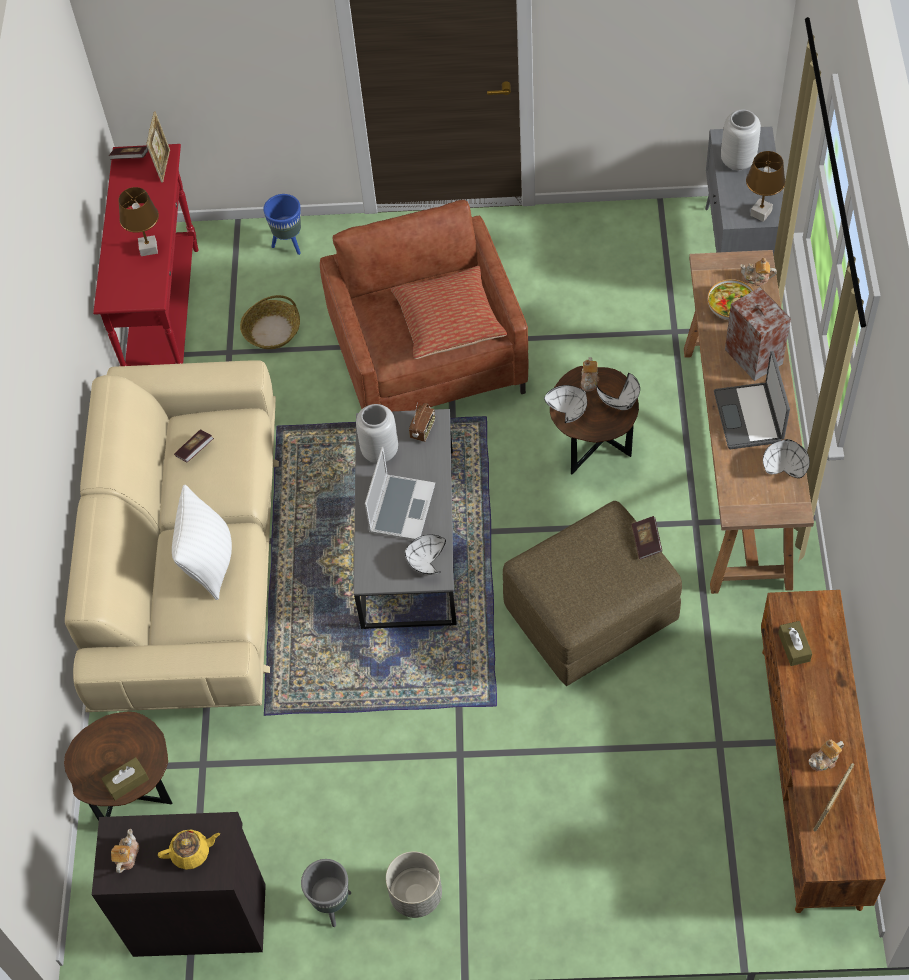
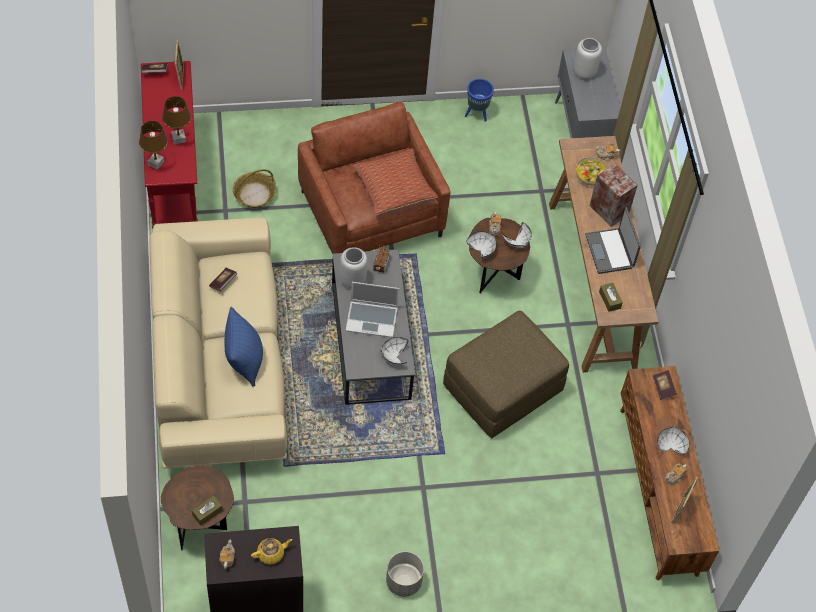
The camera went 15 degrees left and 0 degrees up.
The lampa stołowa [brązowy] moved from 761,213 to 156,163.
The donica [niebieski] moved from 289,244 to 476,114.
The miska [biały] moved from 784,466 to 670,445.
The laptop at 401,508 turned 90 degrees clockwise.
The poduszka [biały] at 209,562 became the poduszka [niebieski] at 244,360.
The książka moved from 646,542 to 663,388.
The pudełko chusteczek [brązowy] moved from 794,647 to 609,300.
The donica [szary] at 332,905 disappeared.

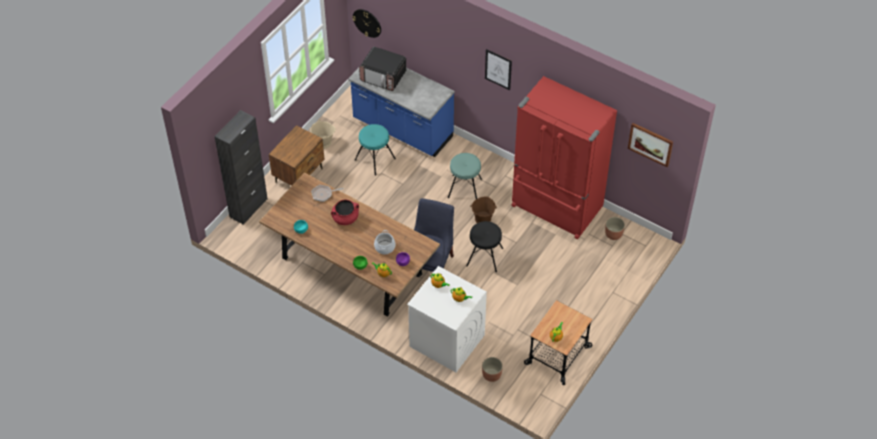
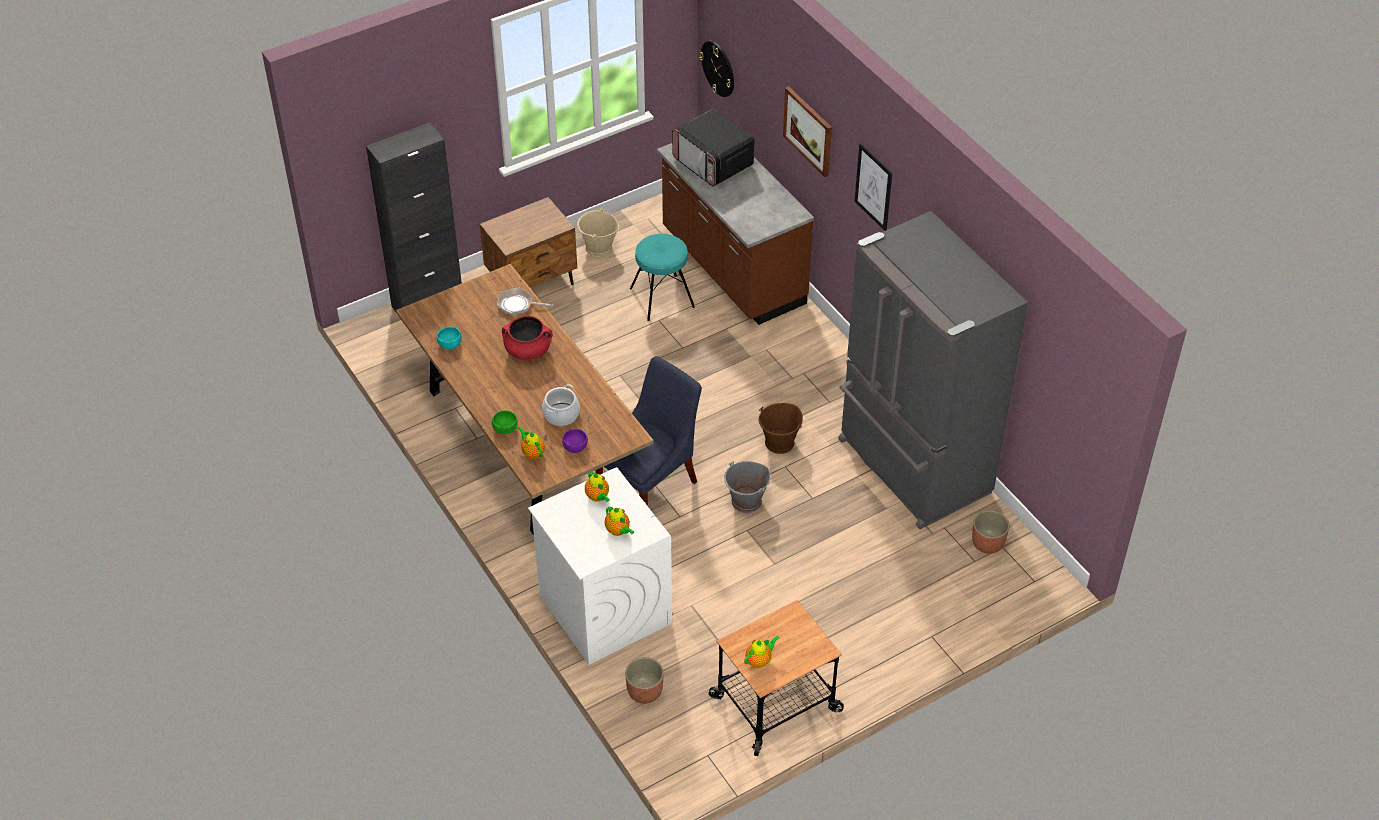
The camera went 25 degrees right and 5 degrees down.
The zabudowa kuchenna [niebieski] at 402,129 became the zabudowa kuchenna [brązowy] at 732,268.
The lodówka [czerwony] at 556,208 became the lodówka [szary] at 911,468.
The obraz moved from 650,144 to 808,131.
The stołek [turkusowy] at 464,188 disappeared.
The stołek [czarny] at 484,257 was replaced by the wiadro [szary] at 746,501.

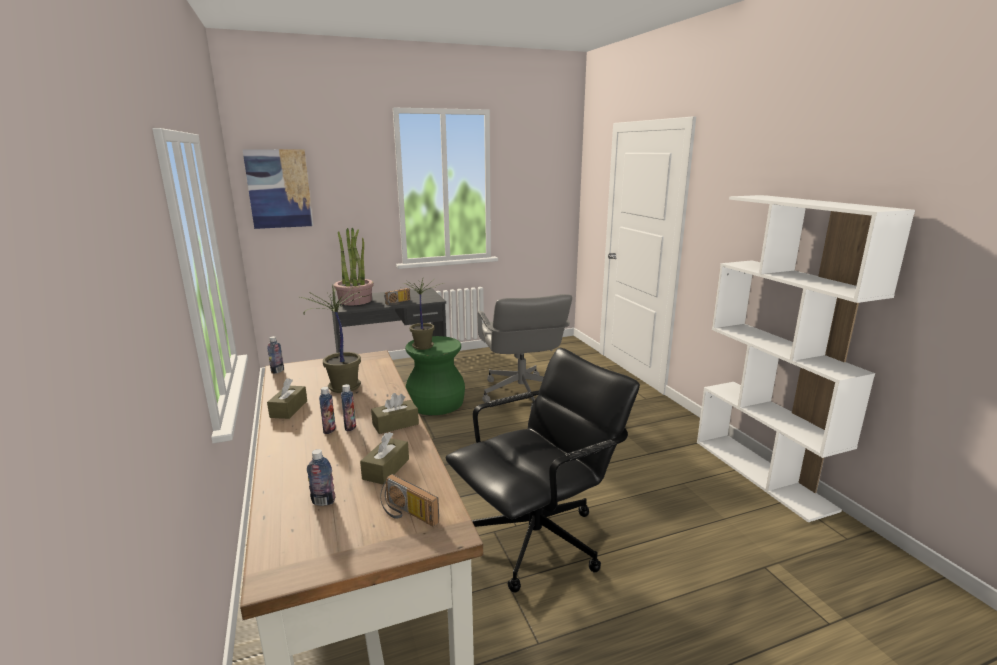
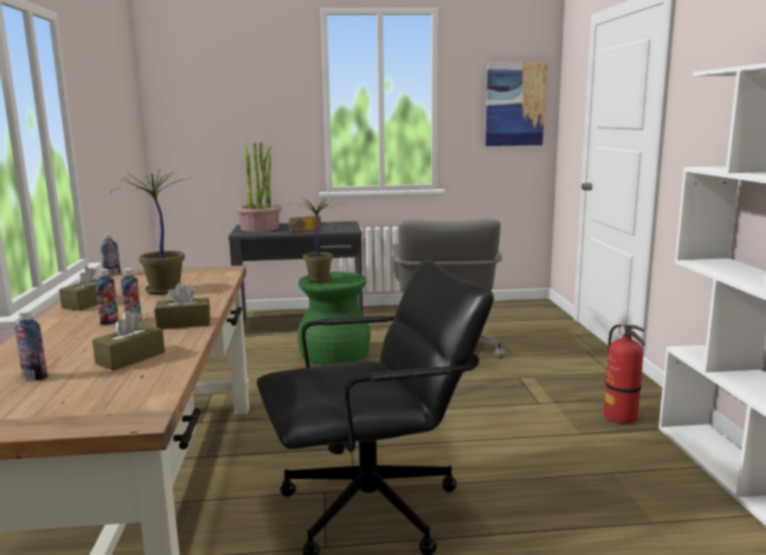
The camera went 15 degrees right and 5 degrees down.
The obraz moved from 279,189 to 515,104.
The radio at 406,514 disappeared.
The gaśnica at 620,417 appeared.

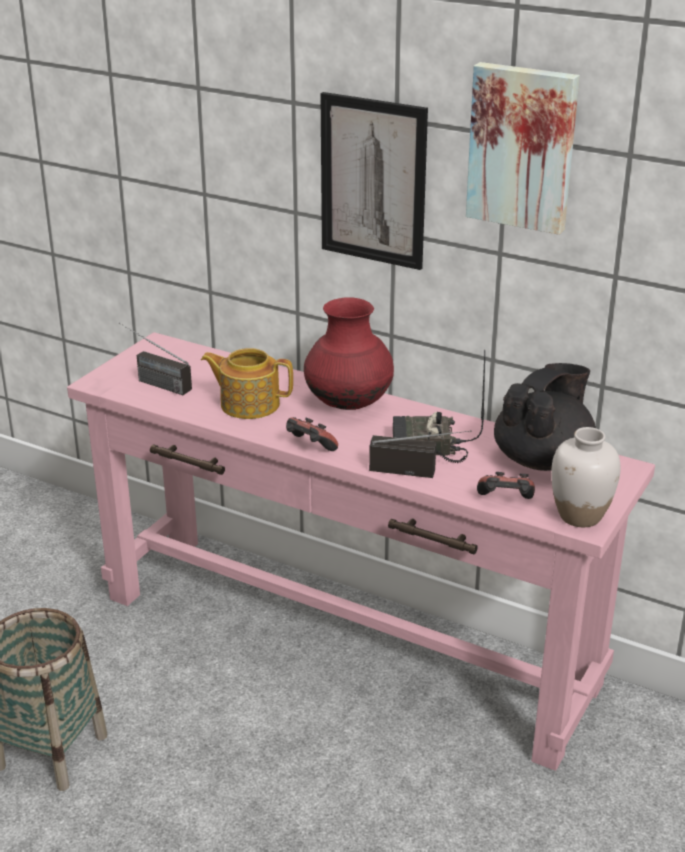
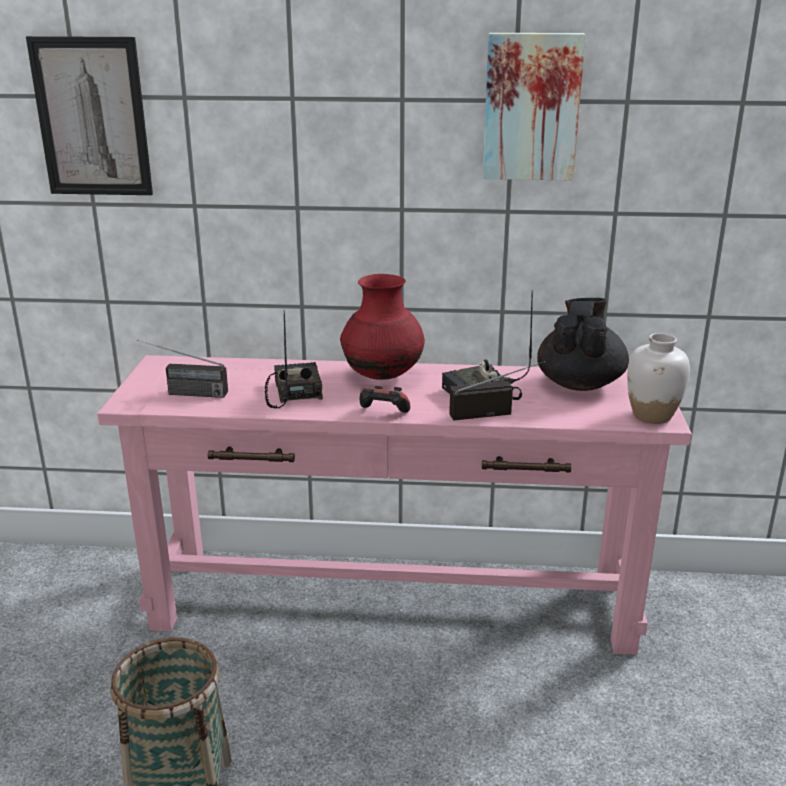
The camera went 25 degrees left and 5 degrees down.
The obraz moved from 373,181 to 92,117.
The imbryk at 248,404 was replaced by the radio at 293,392.
The pad do gier at 505,502 disappeared.

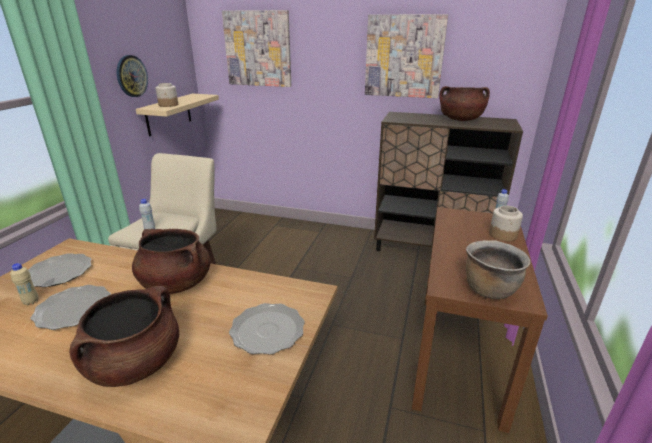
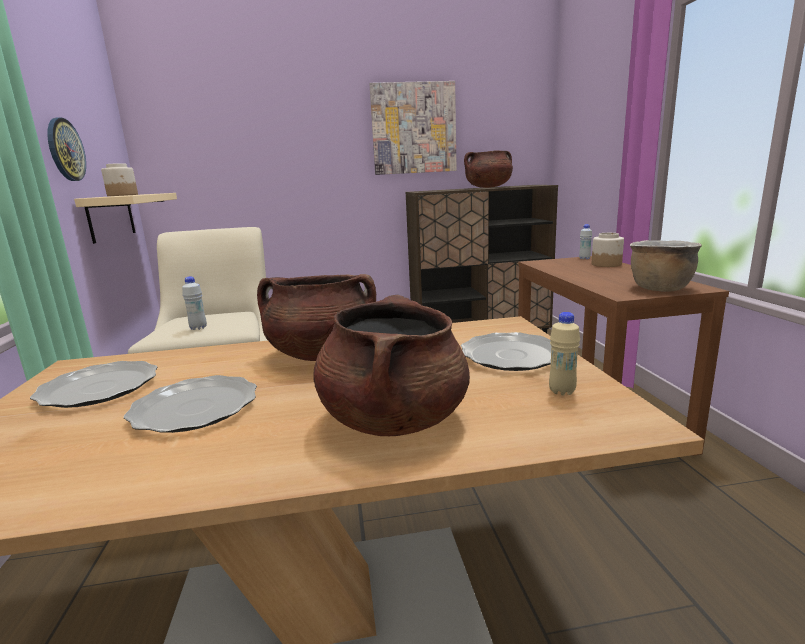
The camera went 25 degrees left and 10 degrees down.
The obraz at 258,49 disappeared.
The butelka [beżowy] moved from 31,302 to 562,391.

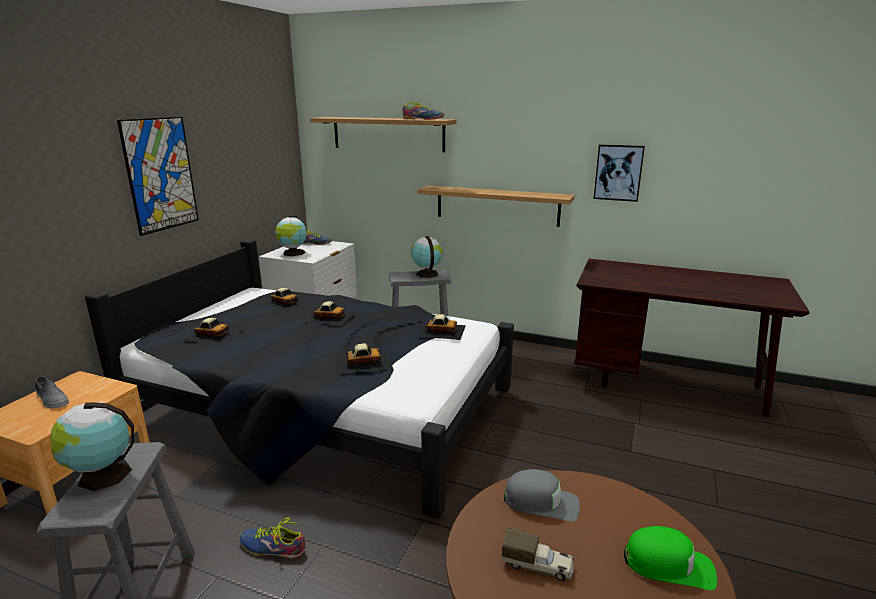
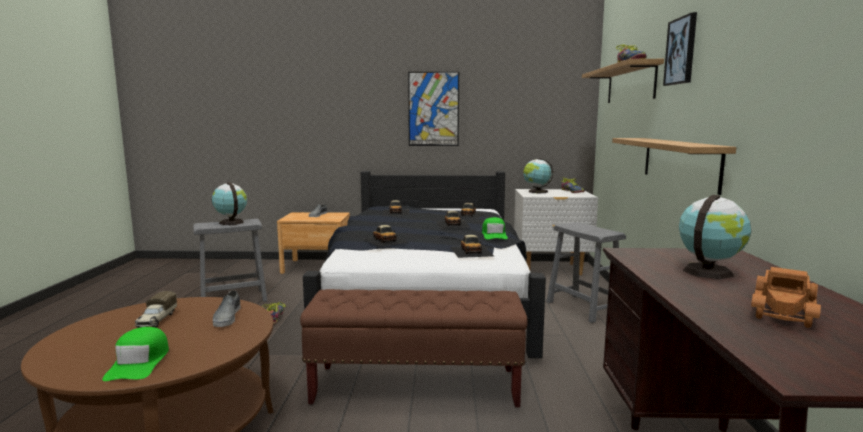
The camera went 70 degrees right and 10 degrees down.
The obraz moved from 618,172 to 681,51.
The globus moved from 426,273 to 708,271.
The czapka z daszkiem [szary] at 541,502 was replaced by the but [szary] at 227,317.
The czapka z daszkiem [zielony] at 494,235 appeared.
The ciężarówka zabawkowa at 785,309 appeared.
The ławka [brązowy] at 416,386 appeared.

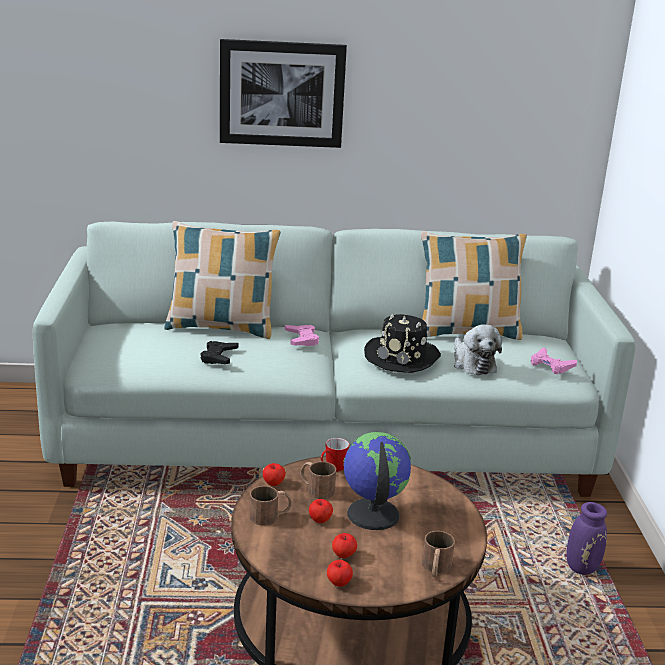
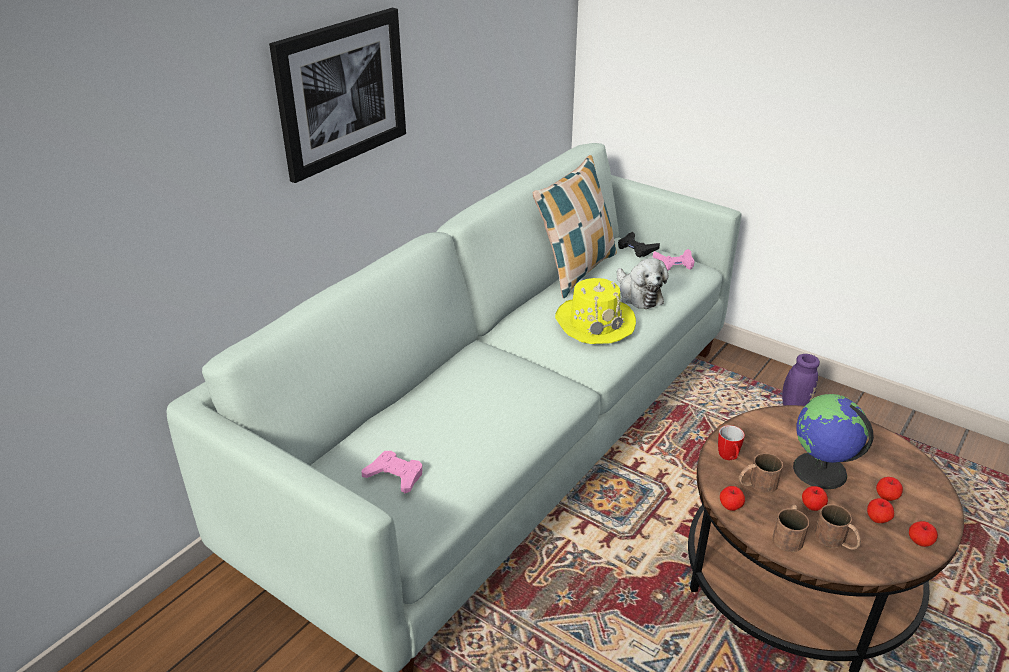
The camera went 50 degrees left and 10 degrees up.
The poduszka at 221,327 disappeared.
The kapelusz [czarny] at 402,357 became the kapelusz [żółty] at 594,322.
The pluszak at 472,363 turned 45 degrees clockwise.
The pad do gier [różowy] moved from 302,339 to 395,475.
The pad do gier [czarny] moved from 218,356 to 636,248.
The kubek [brązowy] moved from 435,568 to 836,541.
The jabłko at 886,497 appeared.

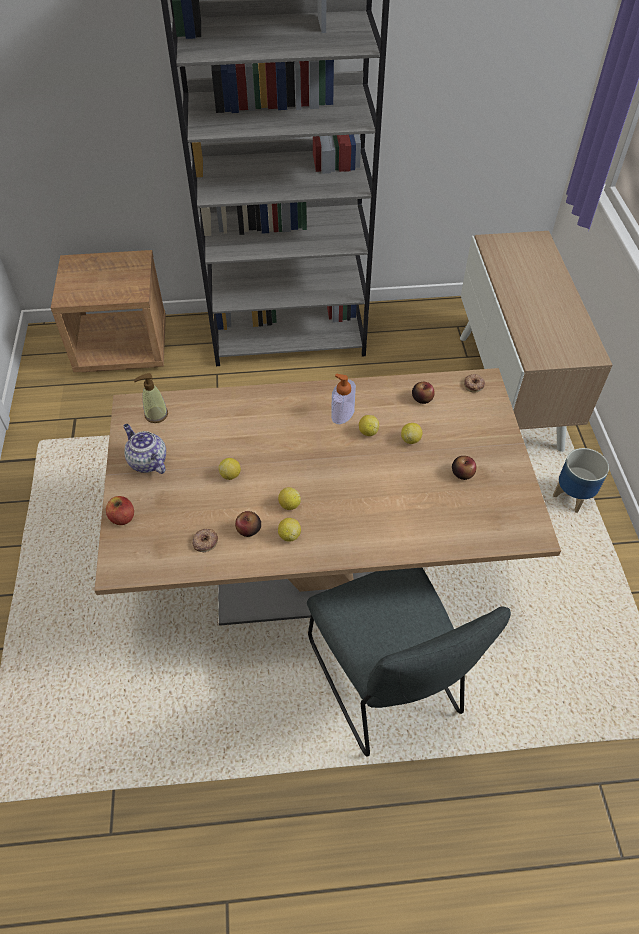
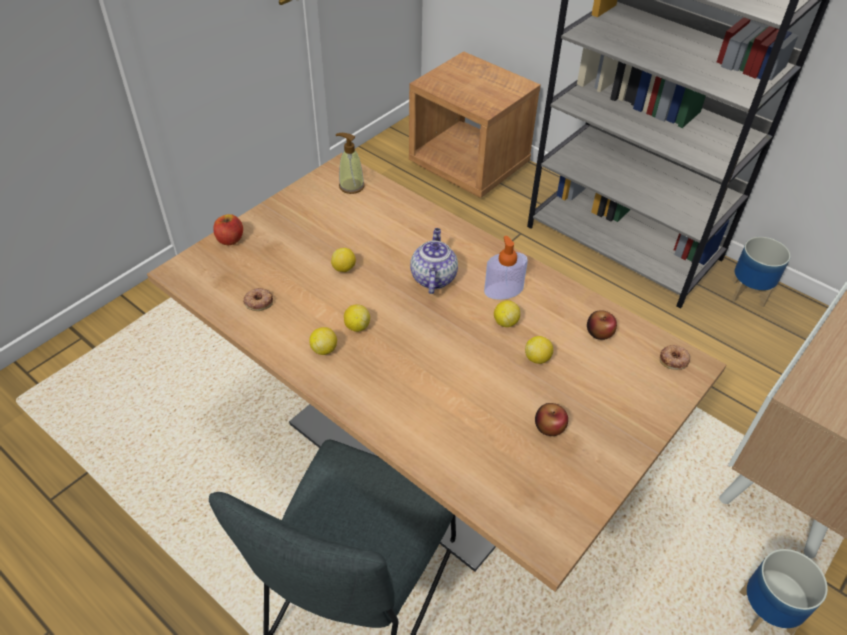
The camera went 45 degrees right and 5 degrees down.
The imbryk moved from 147,461 to 433,277.
The jabłko at 249,529 disappeared.
The donica at 748,293 appeared.

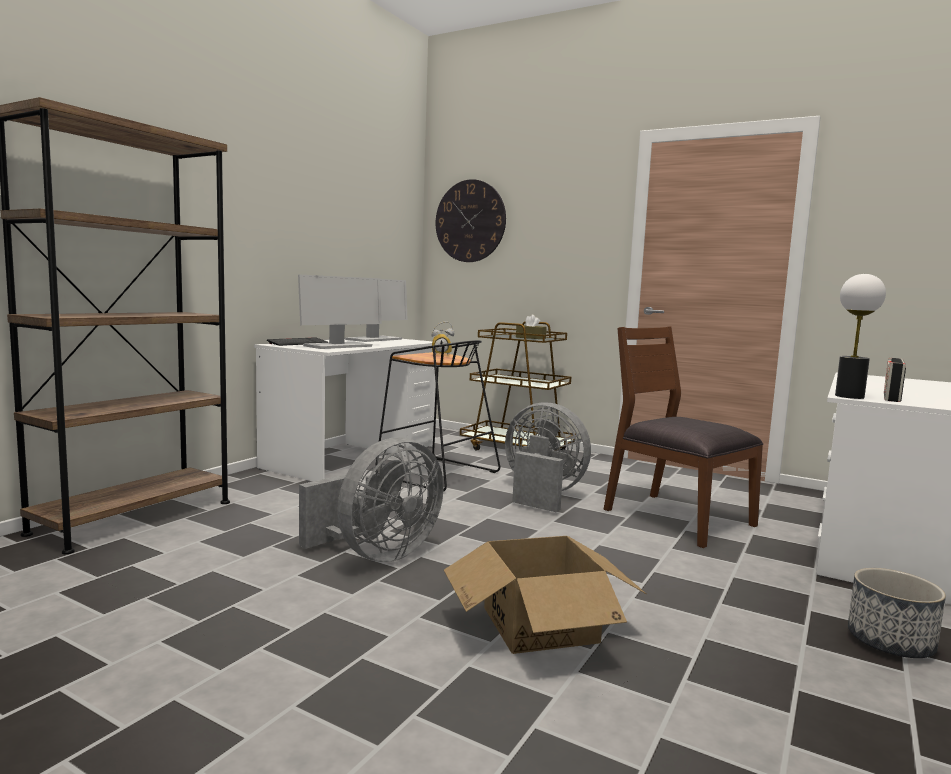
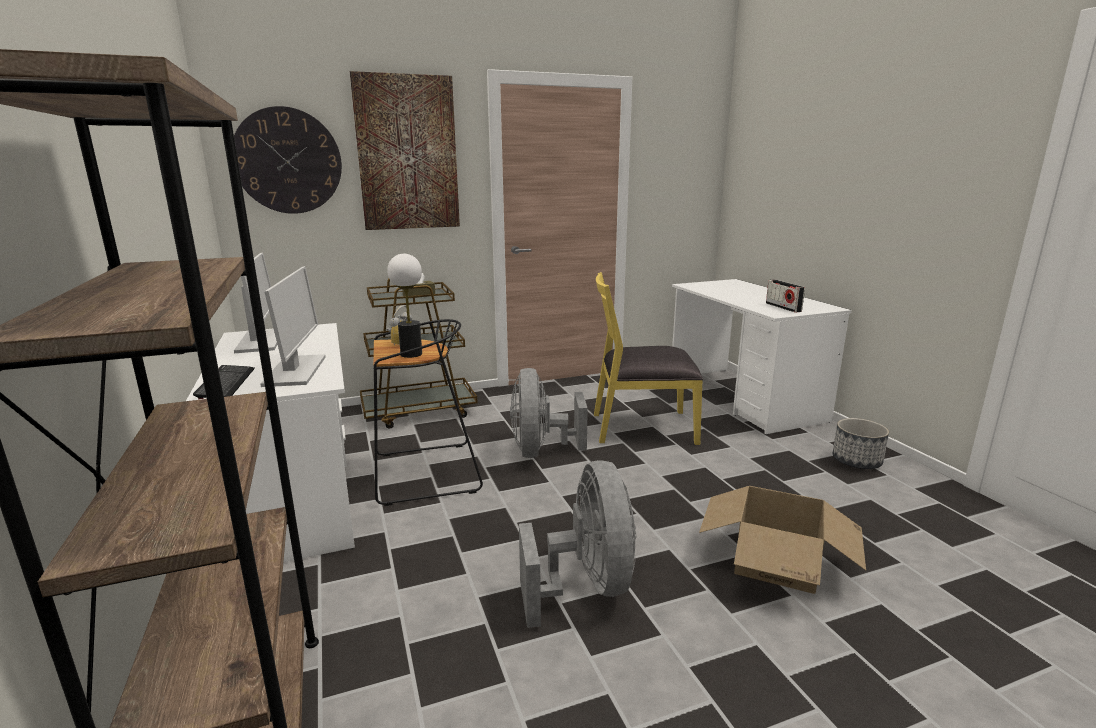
The camera went 50 degrees left and 10 degrees up.
The lampa stołowa moved from 849,396 to 411,354.
The krzesło [brązowy] at 676,517 became the krzesło [żółty] at 642,427.
The wentylator [szary] at 542,495 turned 75 degrees counterclockwise.
The obraz at 407,154 appeared.

